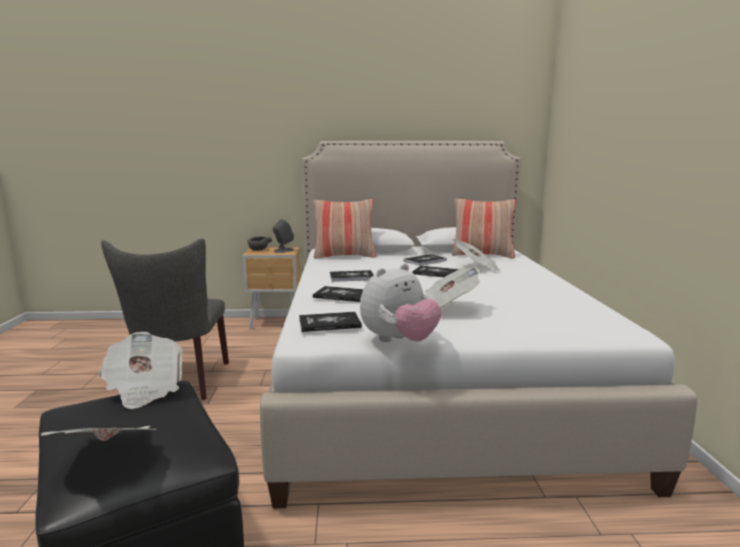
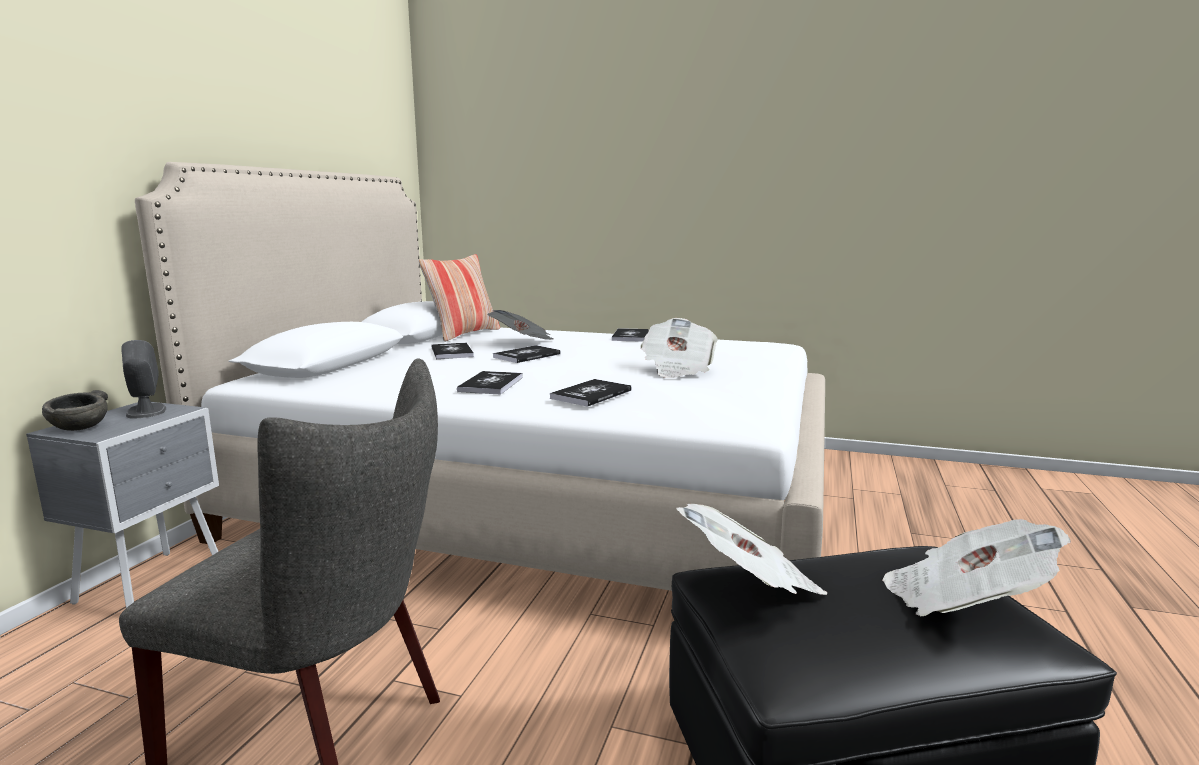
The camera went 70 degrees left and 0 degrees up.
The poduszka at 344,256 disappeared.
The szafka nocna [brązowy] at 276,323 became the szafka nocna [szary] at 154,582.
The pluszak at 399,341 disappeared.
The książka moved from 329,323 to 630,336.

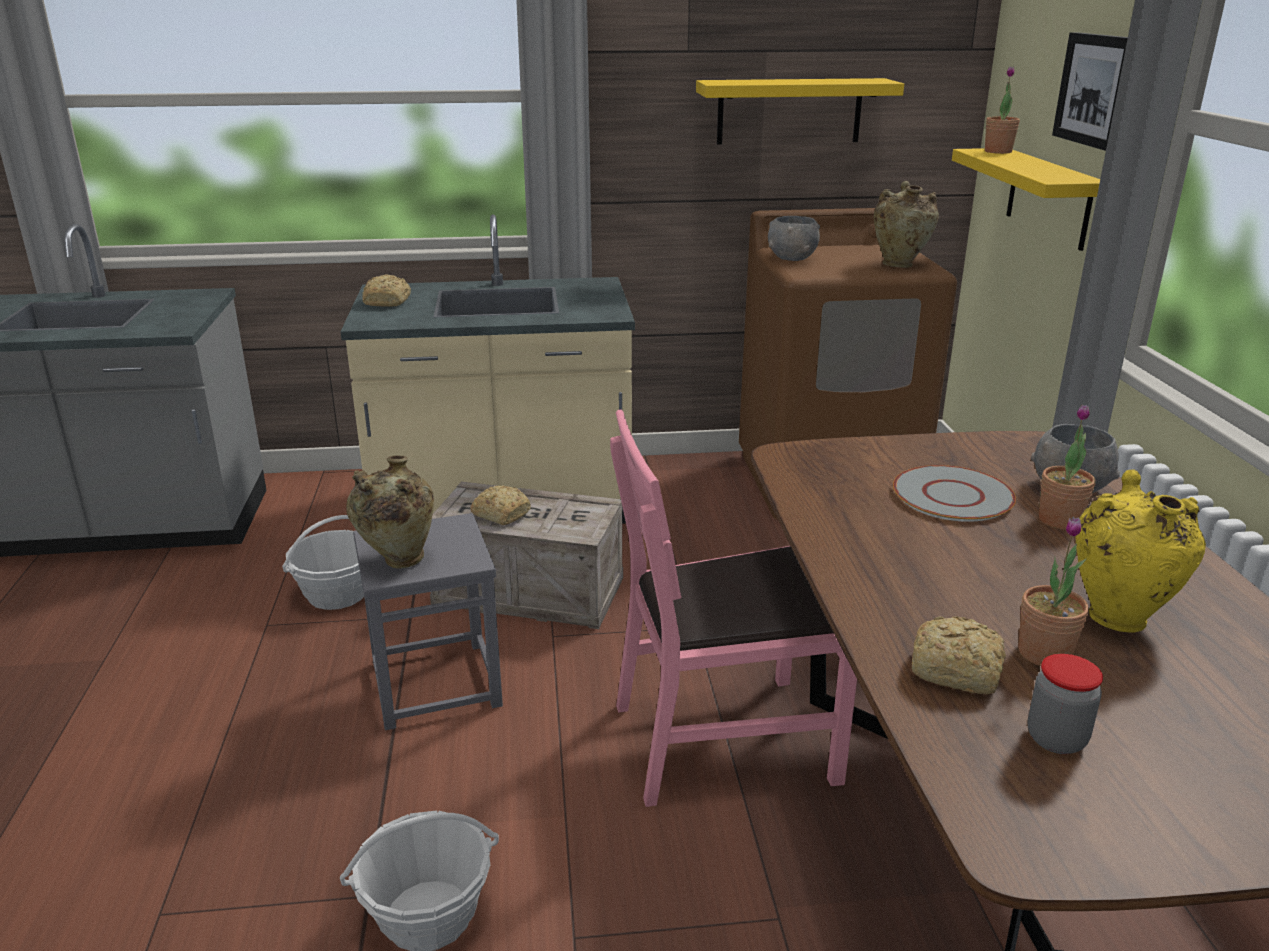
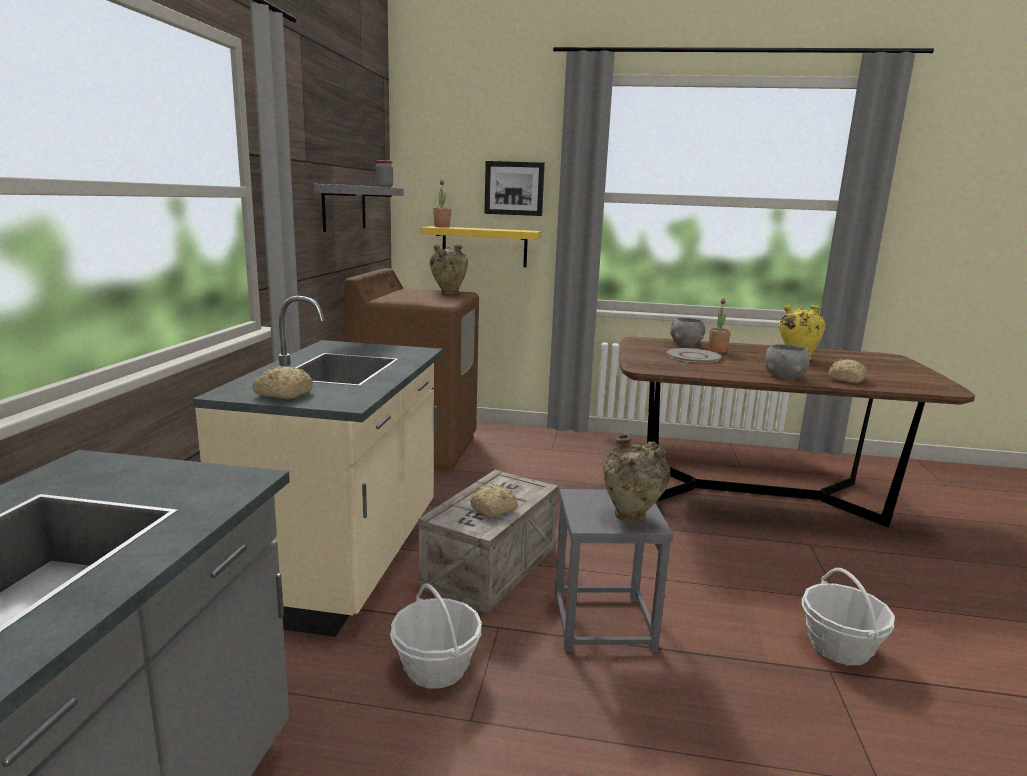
The camera went 75 degrees left and 10 degrees down.
The półka [żółty] at 789,111 became the półka [szary] at 344,207.
The miska [szary] moved from 791,258 to 784,377.
The krzesło [różowy] at 724,740 disappeared.
The roślina doniczkowa at 1044,653 disappeared.
The słoik moved from 1056,739 to 384,187.

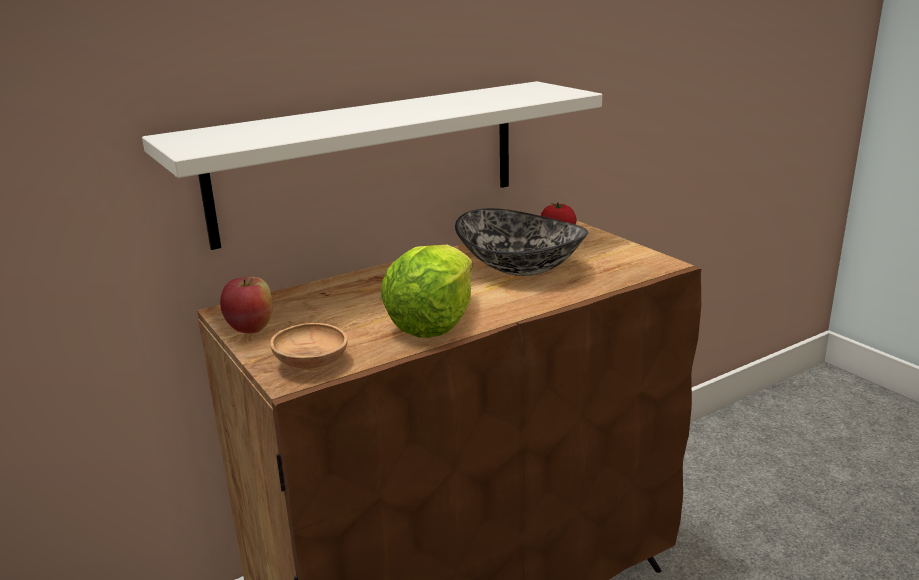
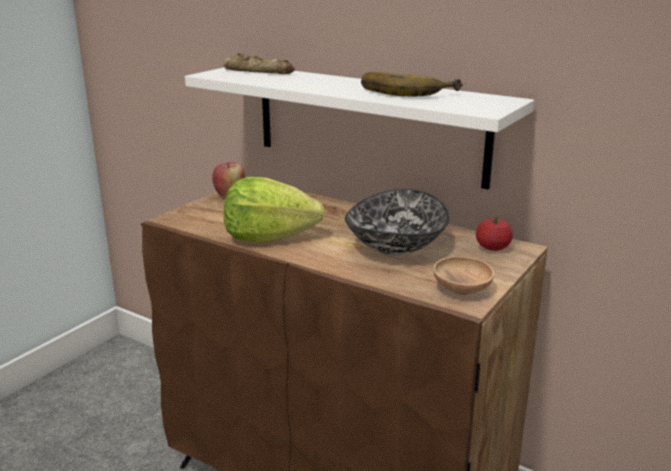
The camera went 65 degrees right and 0 degrees up.
The miska [brązowy] moved from 311,363 to 462,289.
The chleb at 258,71 appeared.
The banan at 407,91 appeared.

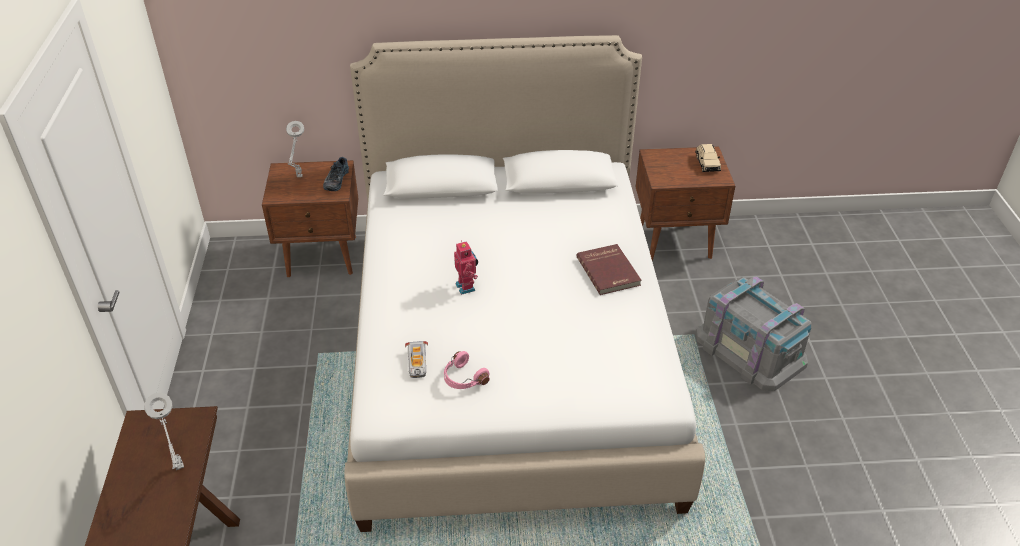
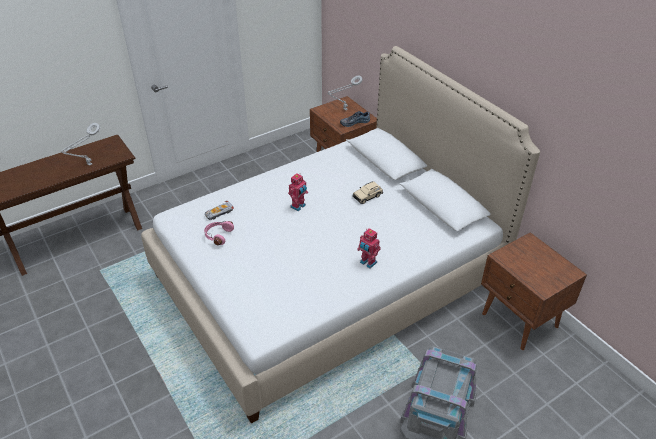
The camera went 60 degrees right and 0 degrees up.
The samochodzik [beżowy] moved from 707,163 to 367,196.
The książka [czerwony] at 609,271 was replaced by the robot zabawkowy at 367,263.

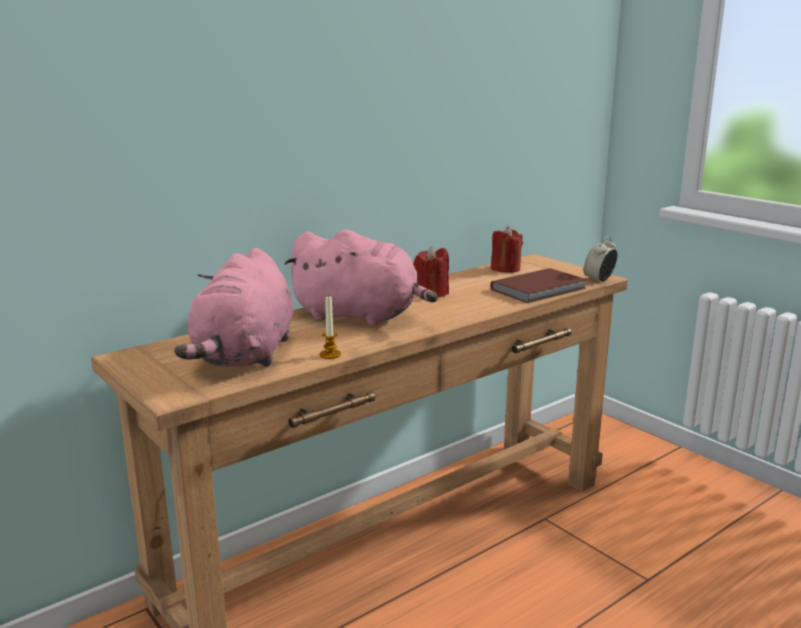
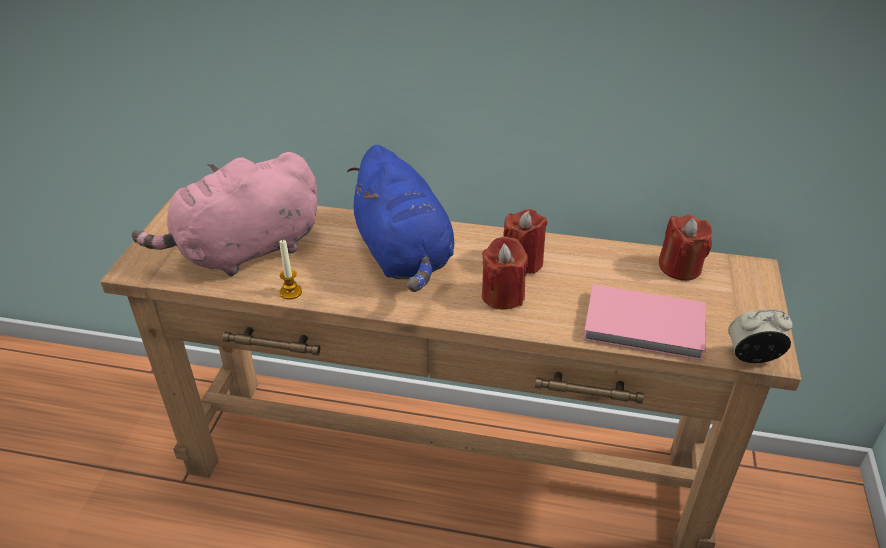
The camera went 50 degrees right and 20 degrees up.
The pluszak [różowy] at 360,316 became the pluszak [niebieski] at 404,255.
The książka [brązowy] at 540,289 became the książka [różowy] at 645,327.
The świeca [czerwony] at 503,295 appeared.

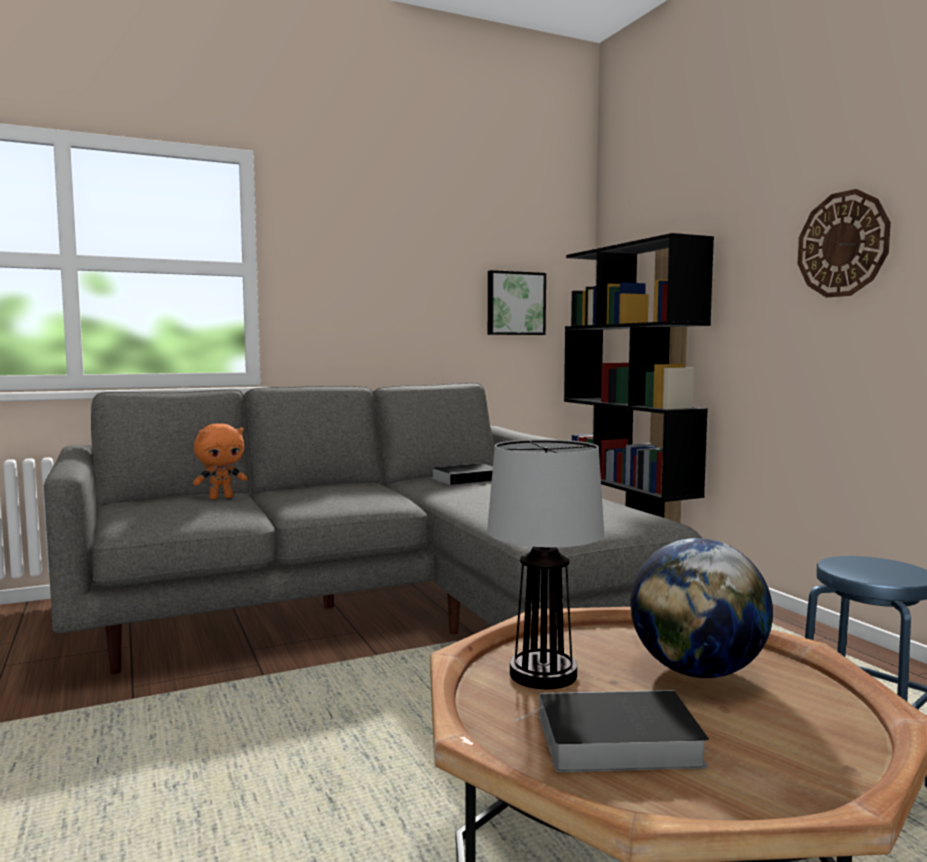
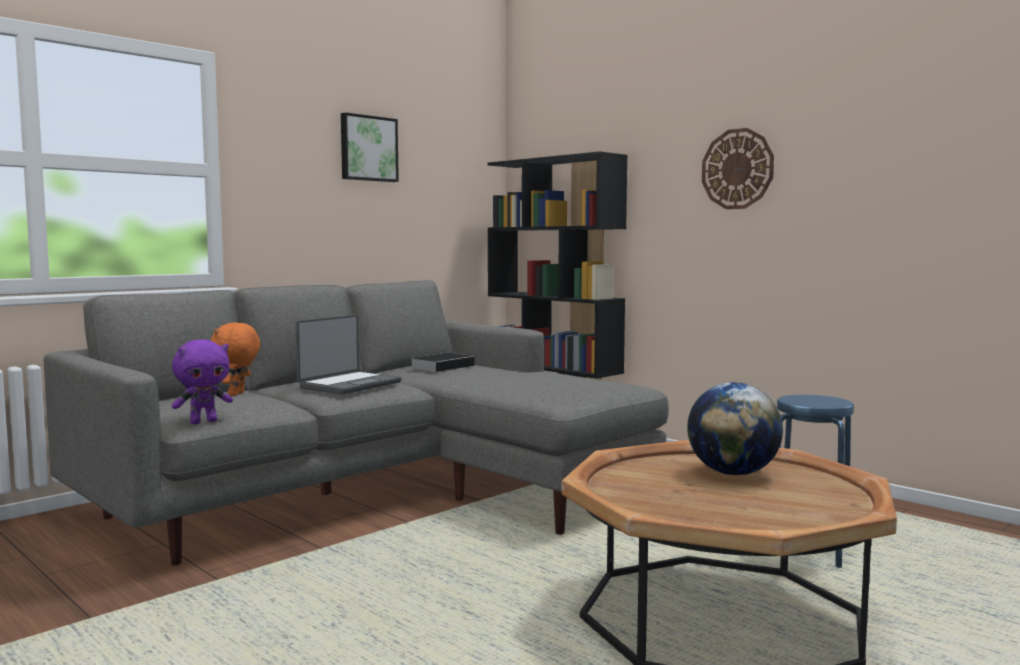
The camera went 20 degrees left and 0 degrees up.
The obraz moved from 515,303 to 368,148.
The pluszak [pomarańczowy] at 221,498 turned 150 degrees clockwise.
The lampa stołowa at 544,674 disappeared.
The książka at 613,741 disappeared.
The laptop at 349,385 appeared.
The pluszak [fioletowy] at 203,422 appeared.

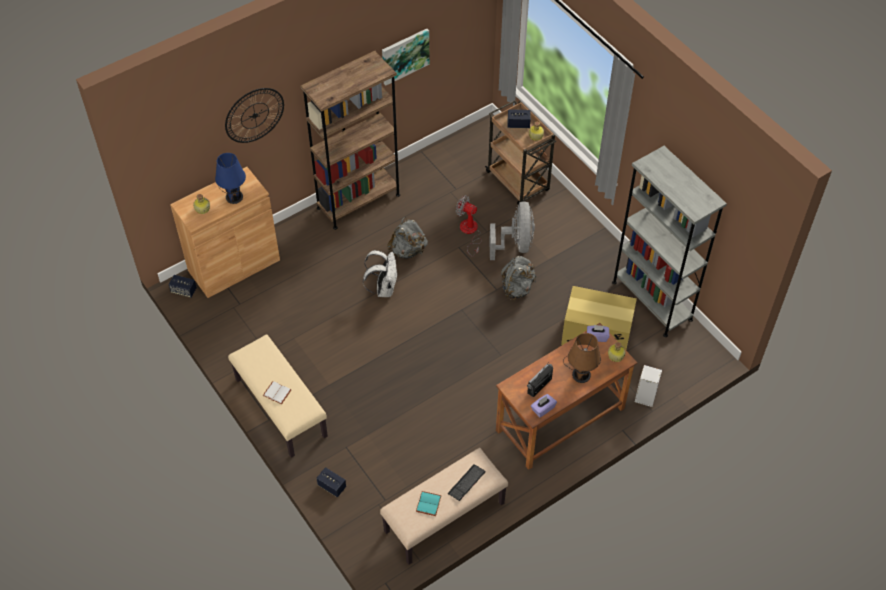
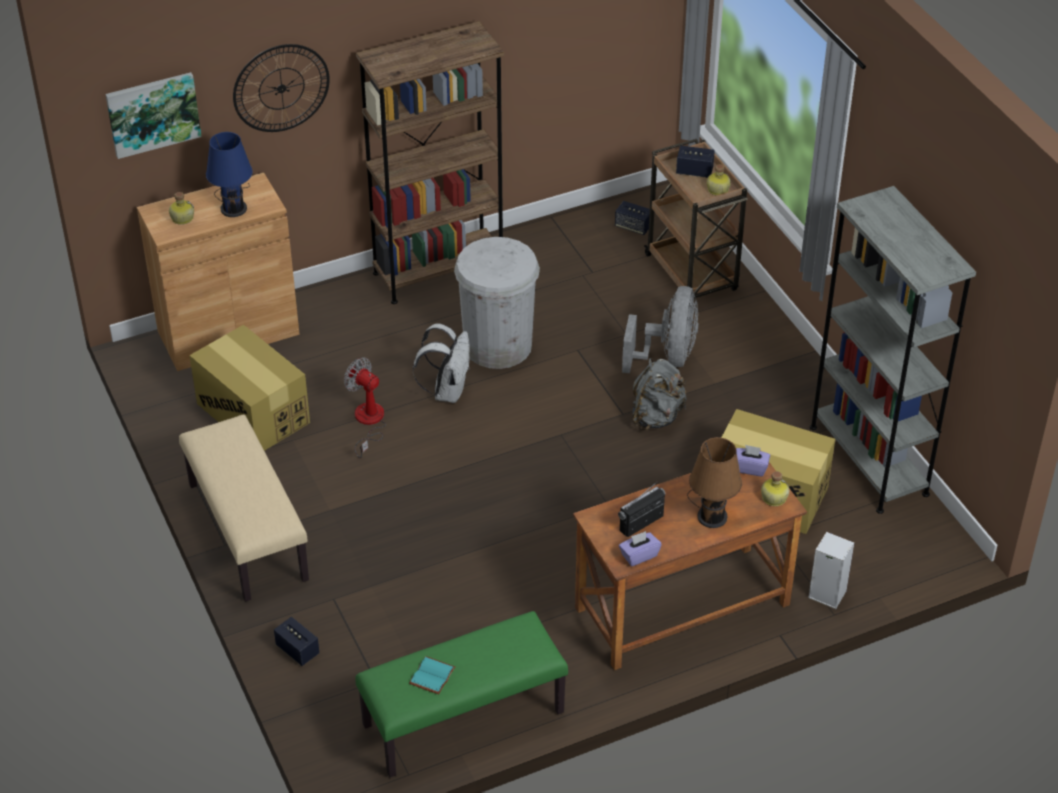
The camera went 10 degrees right and 10 degrees down.
The obraz moved from 404,55 to 153,113.
The wentylator moved from 469,232 to 368,422.
The plecak [szary] at 408,250 was replaced by the kosz na śmieci [biały] at 498,345.
The głośnik moved from 184,291 to 633,227.
The książka [biały] at 277,392 disappeared.
The ławka [beżowy] at 444,518 became the ławka [zielony] at 463,720.
The klawiatura at 466,483 disappeared.
The karton at 253,413 appeared.

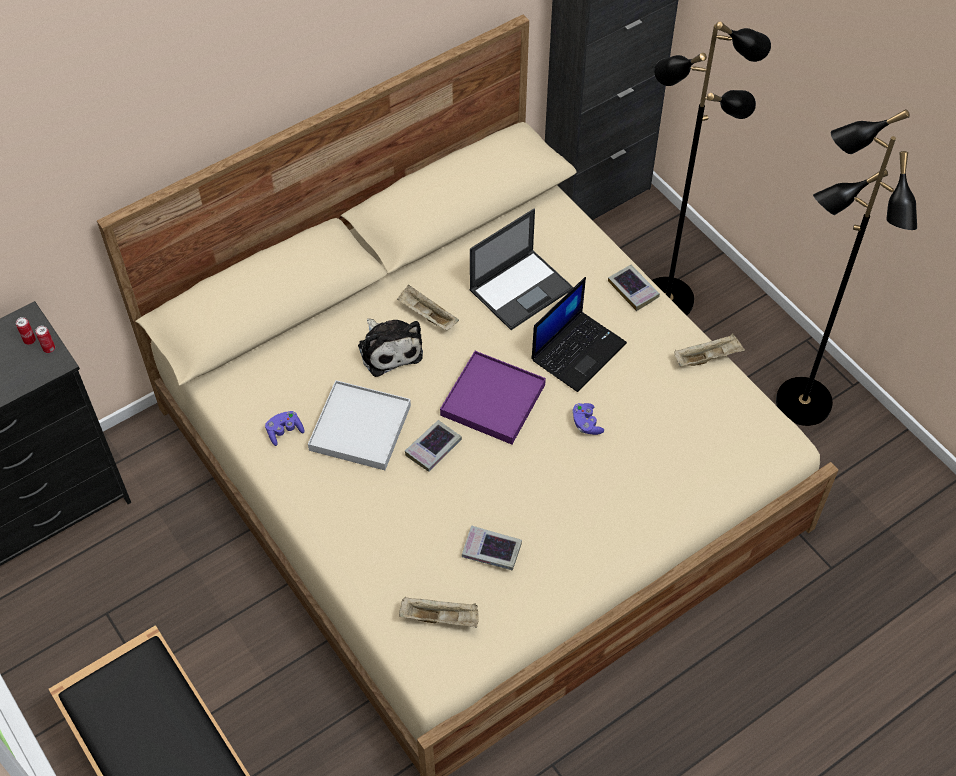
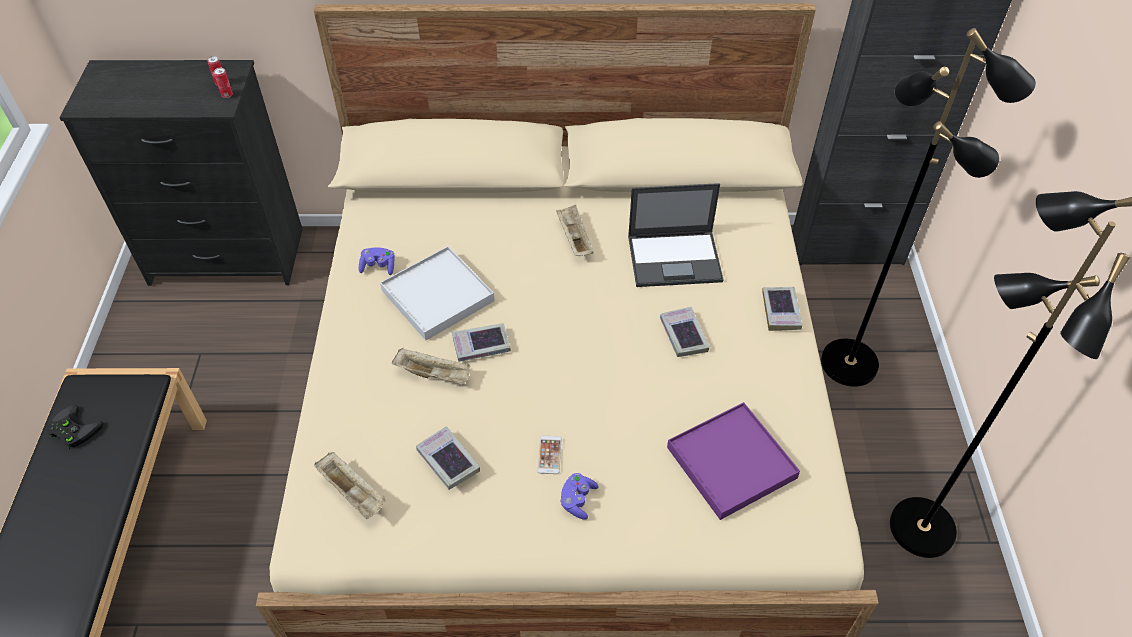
The camera went 35 degrees right and 5 degrees down.
The laptop at 578,350 was replaced by the książka at 683,335.
The pluszak at 389,349 disappeared.
The taca [beżowy] moved from 707,357 to 434,374.
The taca [fioletowy] moved from 493,400 to 731,462.
The pad do gier [fioletowy] moved from 586,424 to 578,500.
The pad do gier [czarny] at 72,429 appeared.
The telefon at 549,455 appeared.

